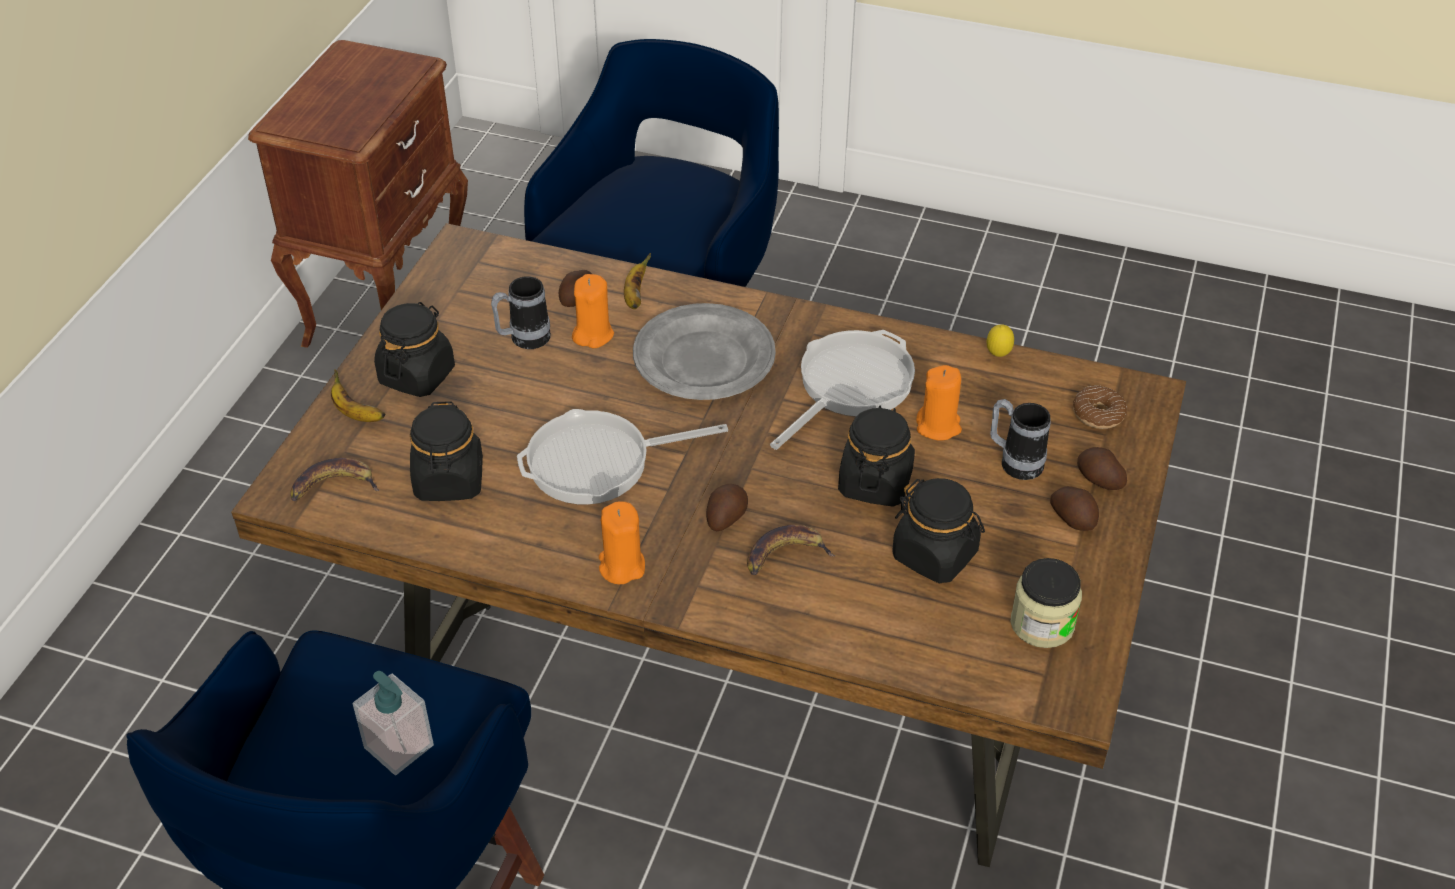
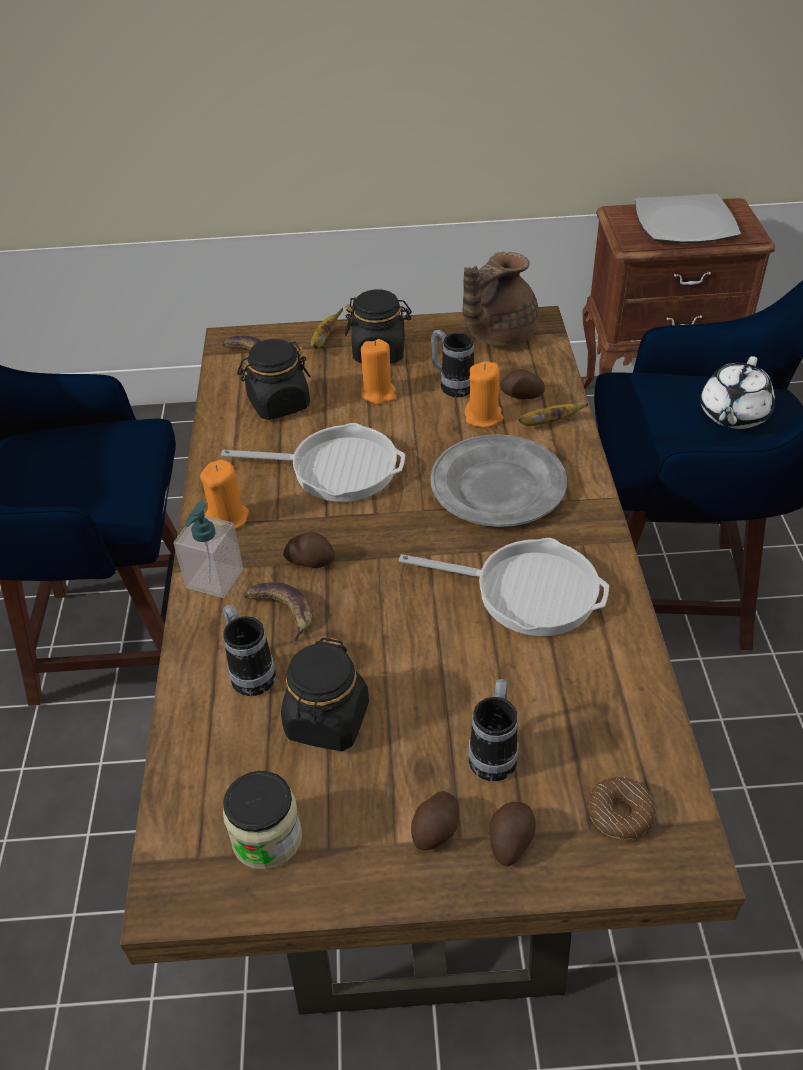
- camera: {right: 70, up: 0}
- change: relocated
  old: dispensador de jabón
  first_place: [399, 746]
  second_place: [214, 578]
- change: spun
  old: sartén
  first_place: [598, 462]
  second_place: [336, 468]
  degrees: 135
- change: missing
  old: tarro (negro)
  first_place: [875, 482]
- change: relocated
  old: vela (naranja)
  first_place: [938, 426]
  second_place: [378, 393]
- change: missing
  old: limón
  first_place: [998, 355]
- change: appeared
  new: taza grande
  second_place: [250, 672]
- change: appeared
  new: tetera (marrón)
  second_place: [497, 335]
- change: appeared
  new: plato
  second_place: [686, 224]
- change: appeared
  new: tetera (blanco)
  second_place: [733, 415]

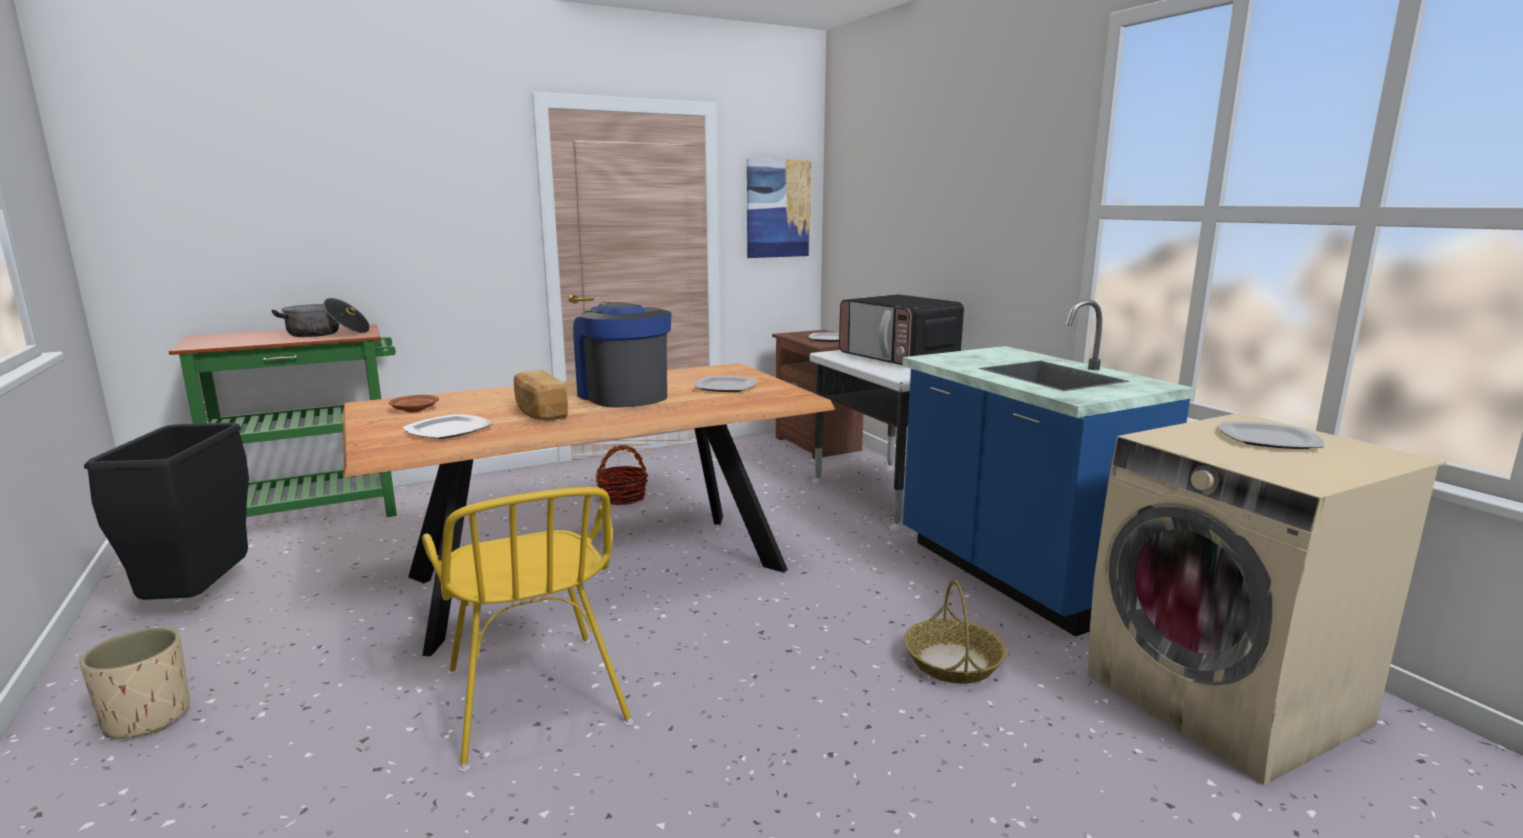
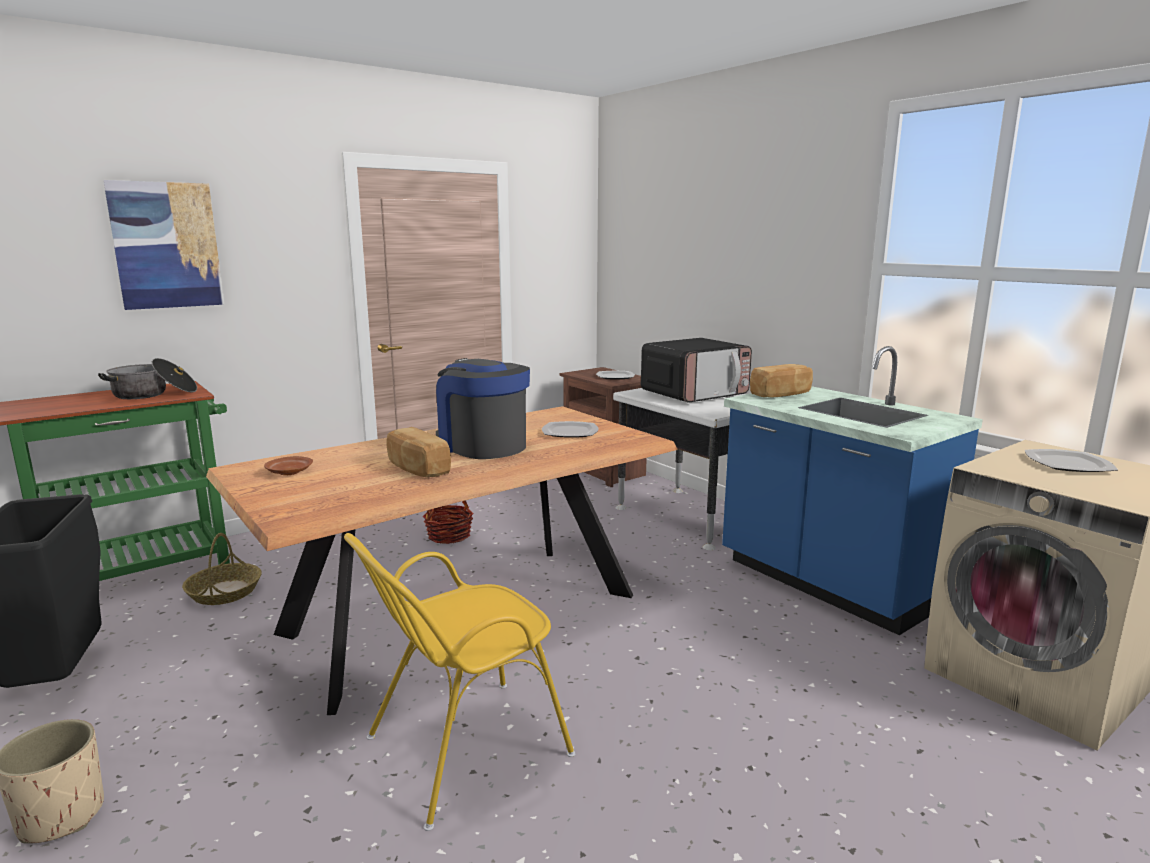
- camera: {right: -10, up: 0}
- change: missing
  old: plato
  first_place: [447, 430]
- change: spun
  old: silla (amarillo)
  first_place: [536, 702]
  second_place: [461, 750]
  degrees: 90
- change: relocated
  old: cuadro
  first_place: [778, 208]
  second_place: [166, 245]
- change: spun
  old: microondas
  first_place: [899, 357]
  second_place: [694, 394]
  degrees: -75
- change: relocated
  old: cesta
  first_place: [953, 662]
  second_place: [224, 592]
- change: appeared
  new: pan
  second_place: [781, 394]

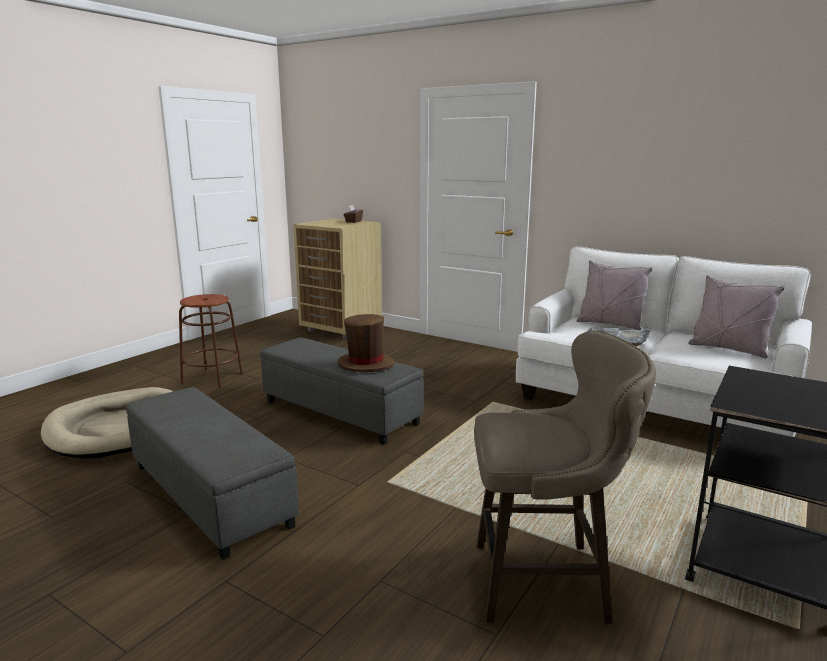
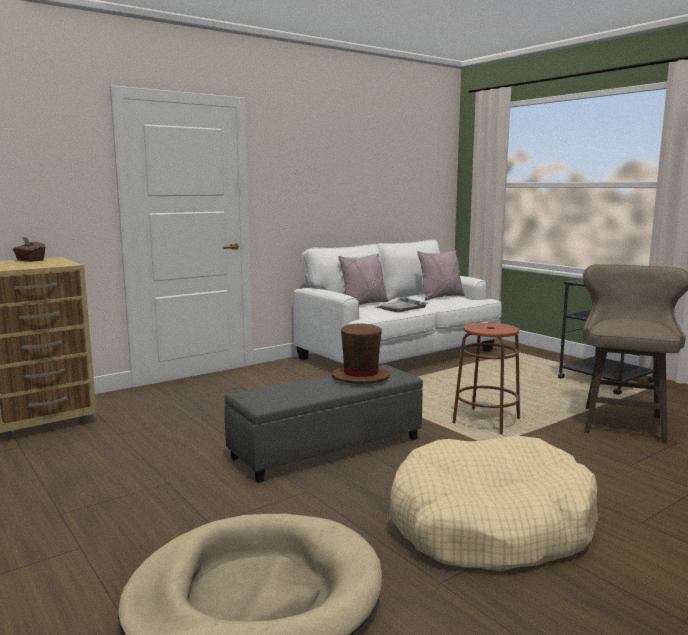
- camera: {right: -70, up: -5}
- change: exchanged
  old: puf (gris)
  new: cama para perro (beis)
  first_place: [211, 494]
  second_place: [489, 525]
- change: relocated
  old: taburete (marrón)
  first_place: [212, 378]
  second_place: [486, 421]

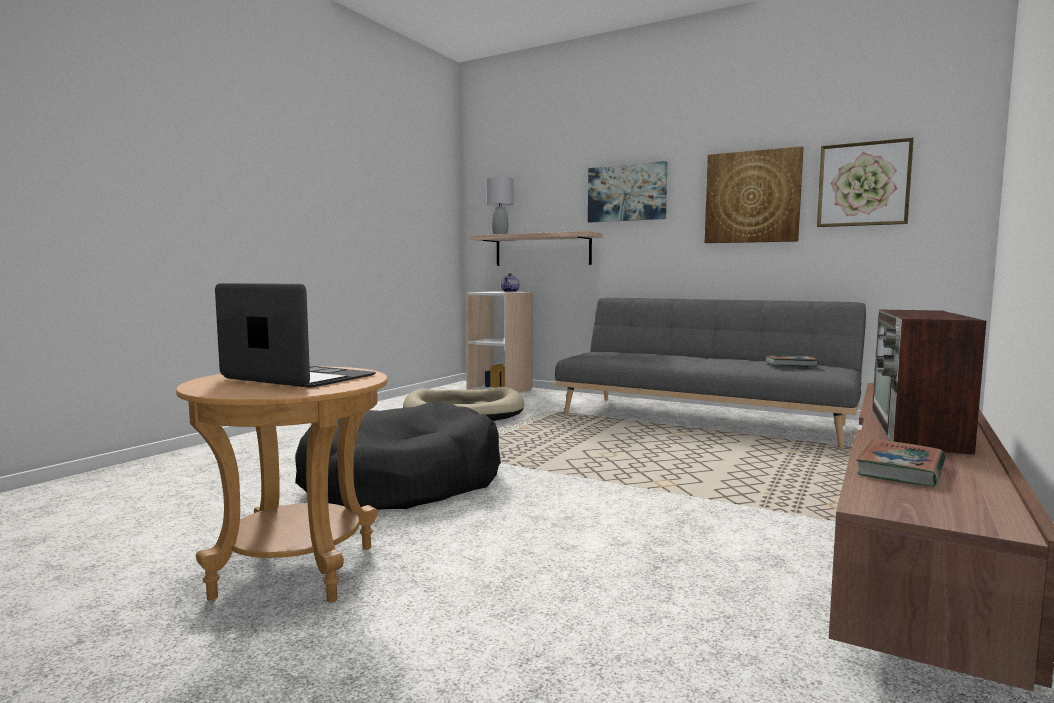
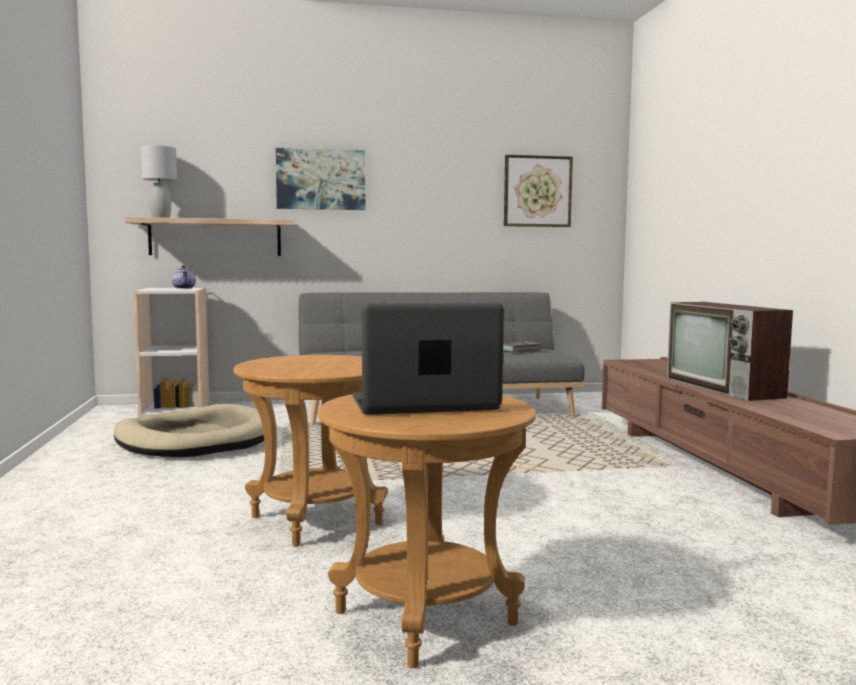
- camera: {right: -40, up: 0}
- change: exchanged
  old: cama para perro (negro)
  new: mesa auxiliar (marrón)
  first_place: [402, 482]
  second_place: [316, 520]
- change: missing
  old: cuadro
  first_place: [752, 197]
- change: missing
  old: libro
  first_place: [901, 469]

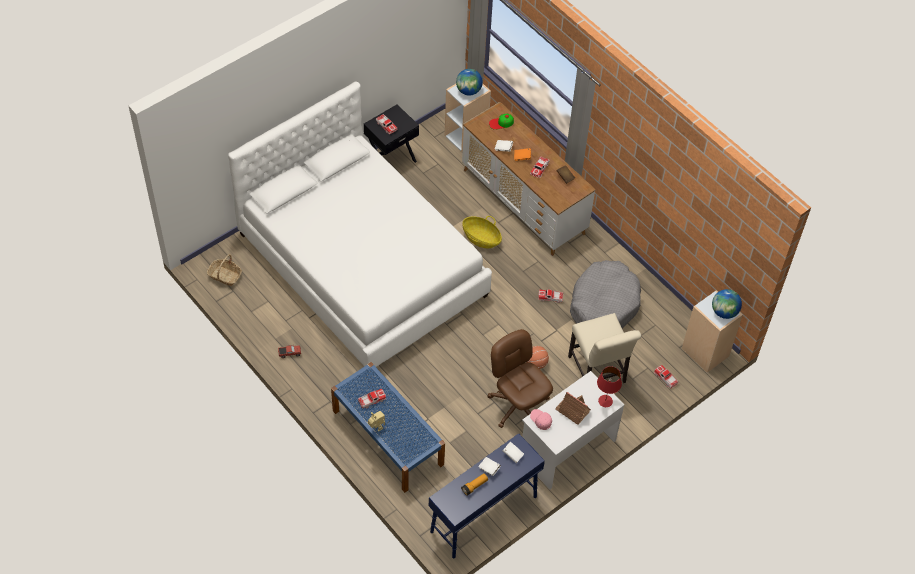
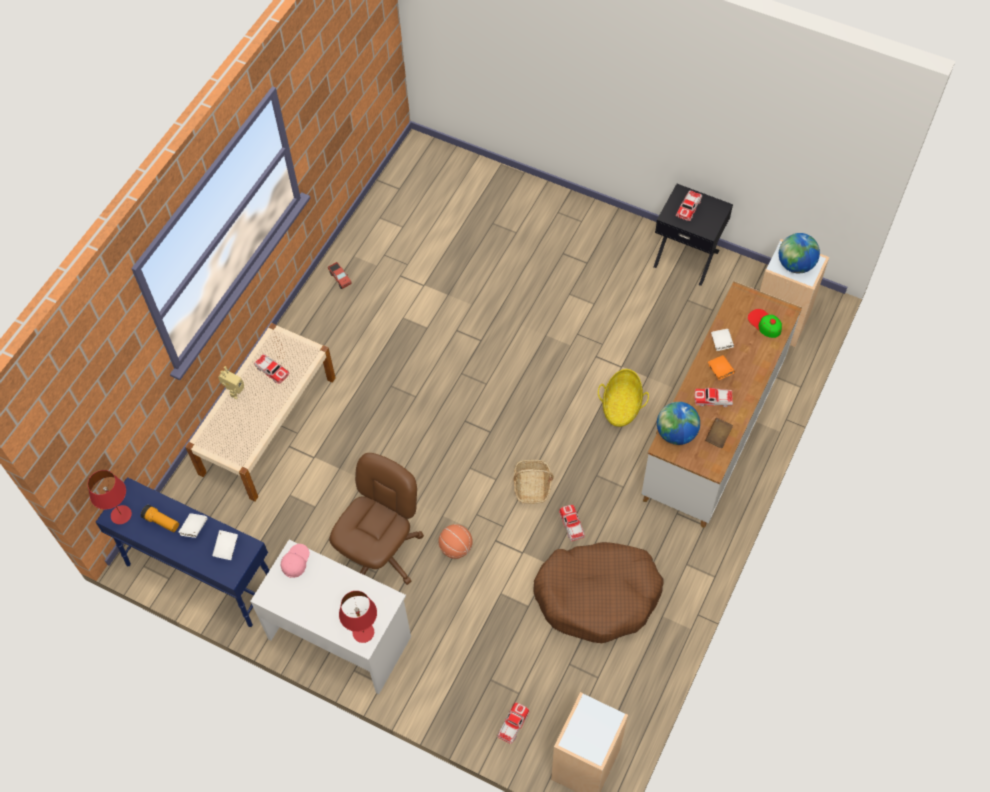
- camera: {right: 70, up: 5}
- change: relocated
  old: cesta
  first_place: [225, 275]
  second_place: [532, 486]
- change: missing
  old: cama (blanco)
  first_place: [362, 264]
- change: colour
  old: banco (azul)
  new: banco (beis)
  first_place: [387, 438]
  second_place: [267, 425]
- change: missing
  old: casita
  first_place: [572, 411]
- change: missing
  old: silla (beis)
  first_place: [598, 373]
- change: colour
  old: cama para perro (gris)
  new: cama para perro (marrón)
  first_place: [604, 304]
  second_place: [597, 596]
- change: relocated
  old: globo terráqueo
  first_place: [724, 312]
  second_place: [676, 433]
- change: appeared
  new: lámpara de mesa (rojo)
  second_place: [121, 515]

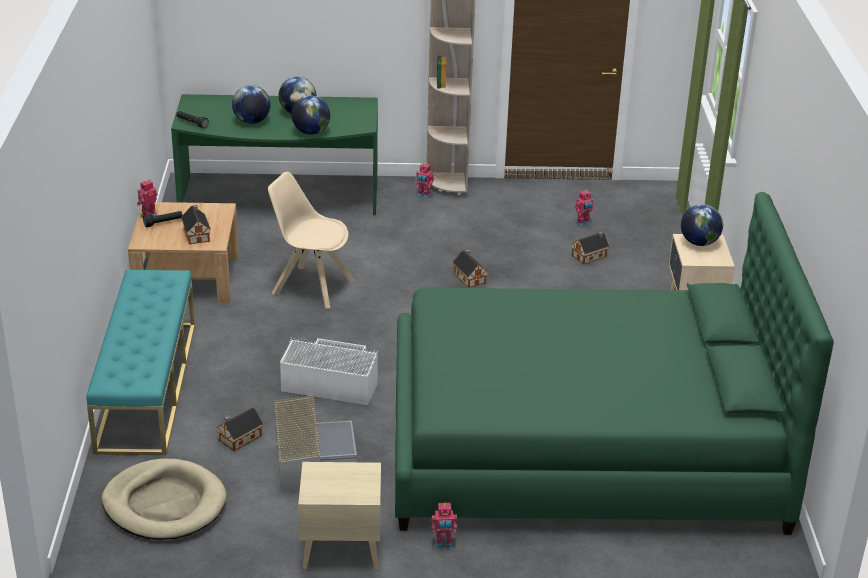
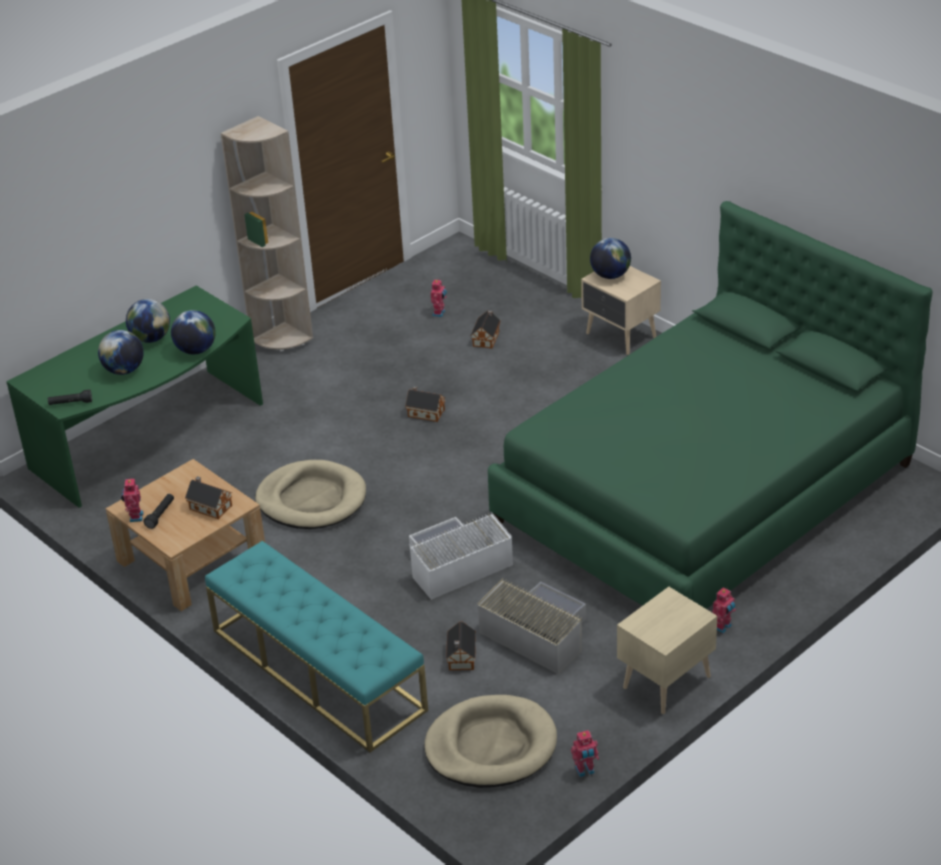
- camera: {right: -40, up: 5}
- change: exchanged
  old: silla (beis)
  new: cama para perro (beis)
  first_place: [311, 286]
  second_place: [311, 499]
- change: relocated
  old: robot de juguete
  first_place: [423, 196]
  second_place: [585, 771]

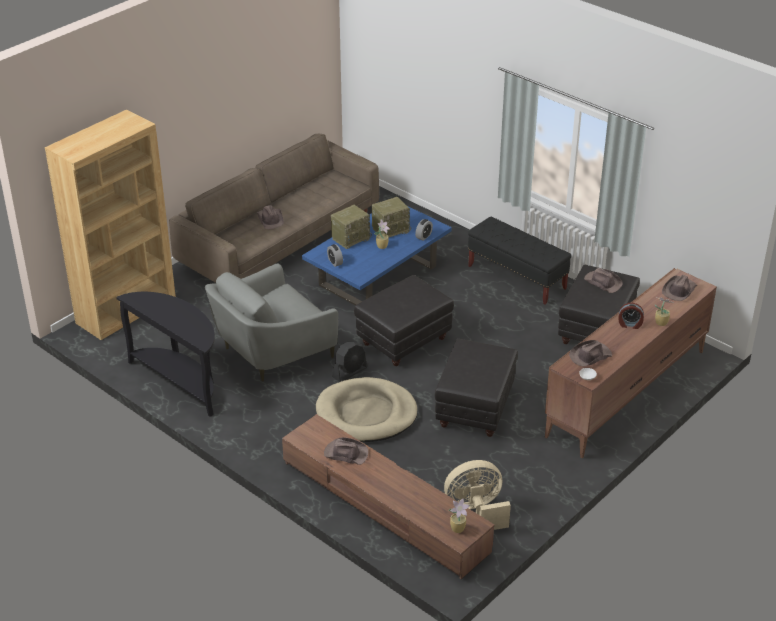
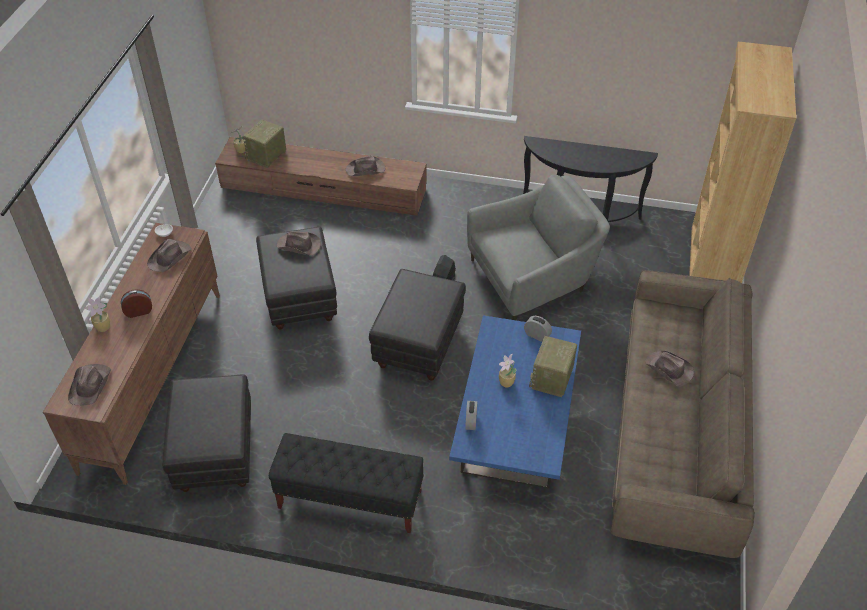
- camera: {right: 150, up: 10}
- change: spun
  old: sillón (gris)
  first_place: [272, 351]
  second_place: [532, 279]
  degrees: 45
- change: missing
  old: cama para perro (beis)
  first_place: [366, 414]
- change: relocated
  old: radio
  first_place: [391, 229]
  second_place: [266, 156]
- change: missing
  old: ventilador (beis)
  first_place: [476, 511]
- change: relocated
  old: sombrero (marrón)
  first_place: [602, 282]
  second_place: [299, 246]

